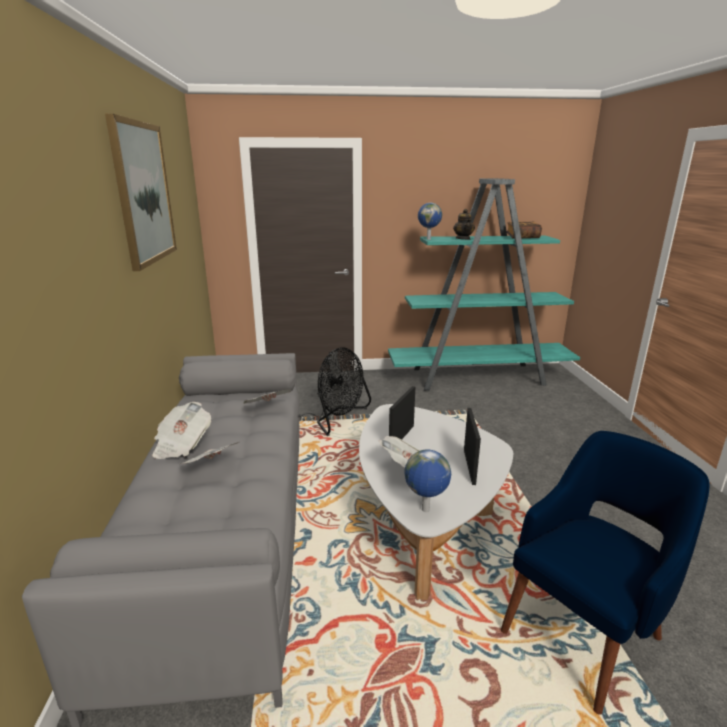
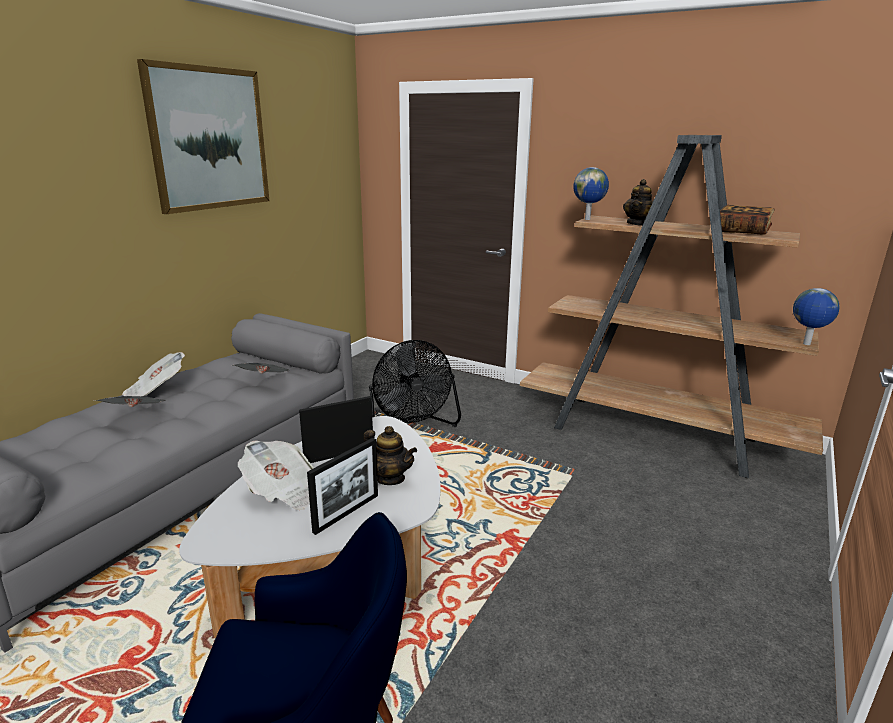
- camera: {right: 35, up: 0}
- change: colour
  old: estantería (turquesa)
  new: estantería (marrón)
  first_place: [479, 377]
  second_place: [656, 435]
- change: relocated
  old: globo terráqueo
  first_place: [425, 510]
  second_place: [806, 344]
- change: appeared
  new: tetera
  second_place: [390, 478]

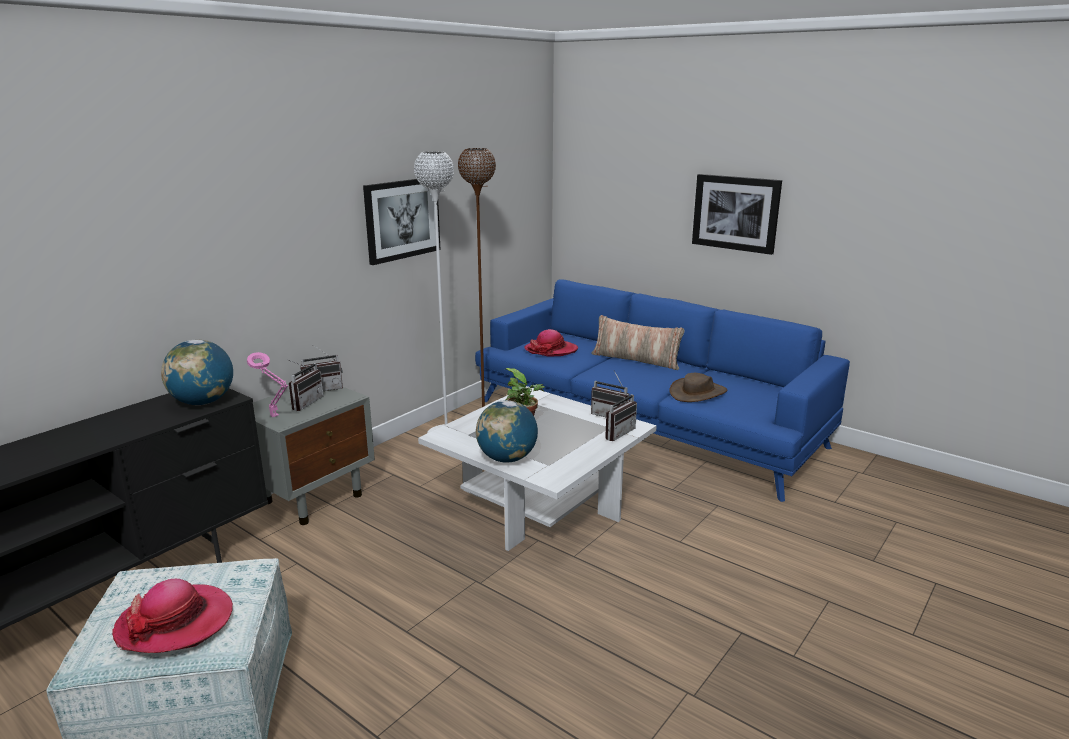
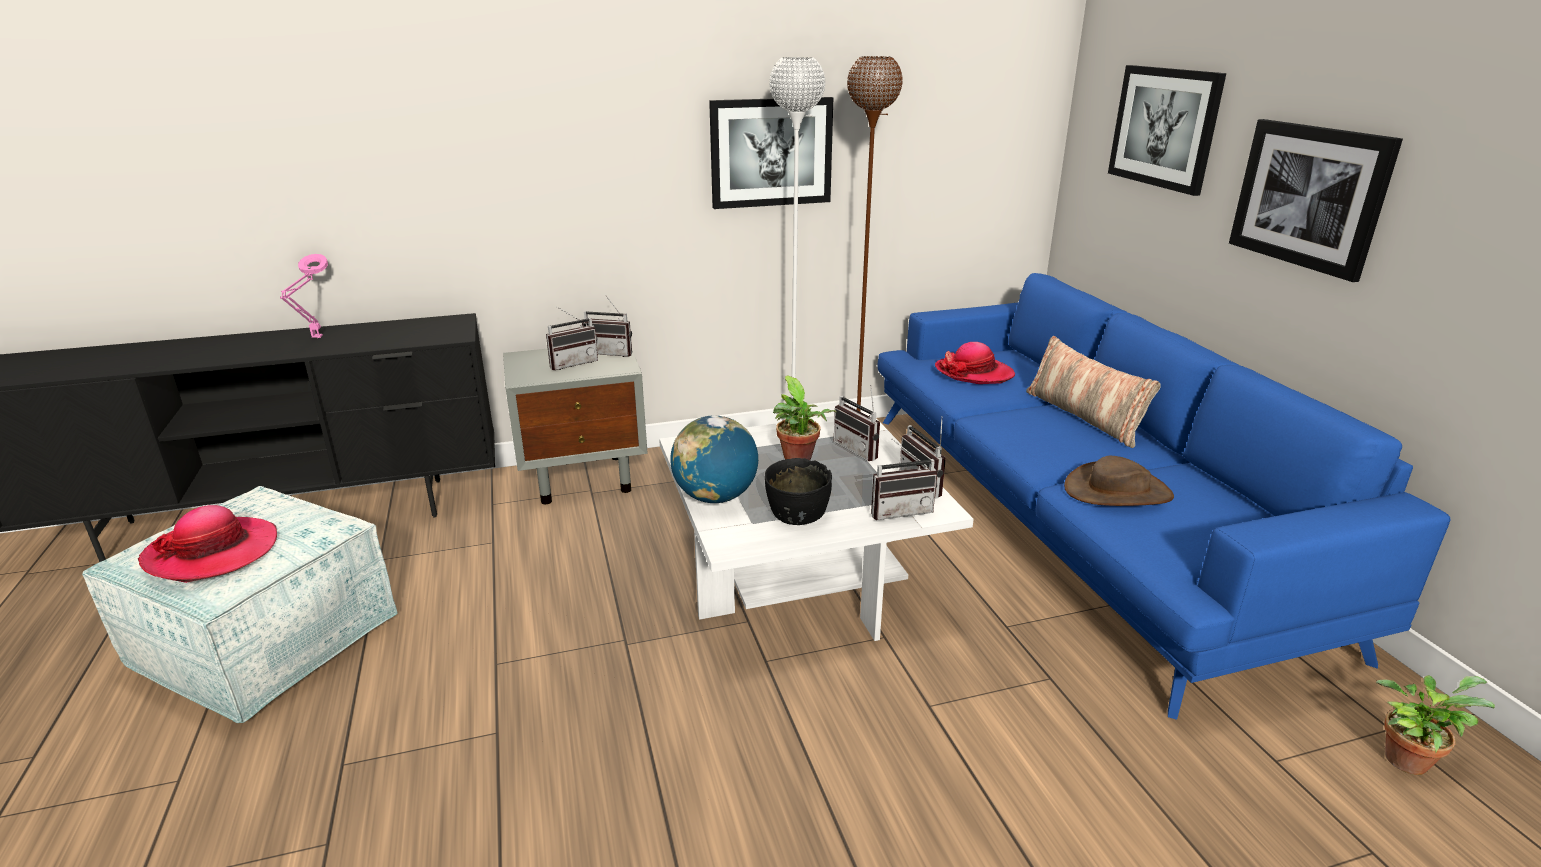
- camera: {right: 35, up: 5}
- change: missing
  old: globo terráqueo
  first_place: [203, 402]
- change: relocated
  old: lámpara de mesa (rosa)
  first_place: [275, 417]
  second_place: [316, 338]
- change: appeared
  new: cuenco (negro)
  second_place: [797, 512]
- change: appeared
  new: radio
  second_place: [860, 449]
- change: appeared
  new: cuadro
  second_place: [1164, 127]
- change: appeared
  new: planta en maceta
  second_place: [1408, 758]

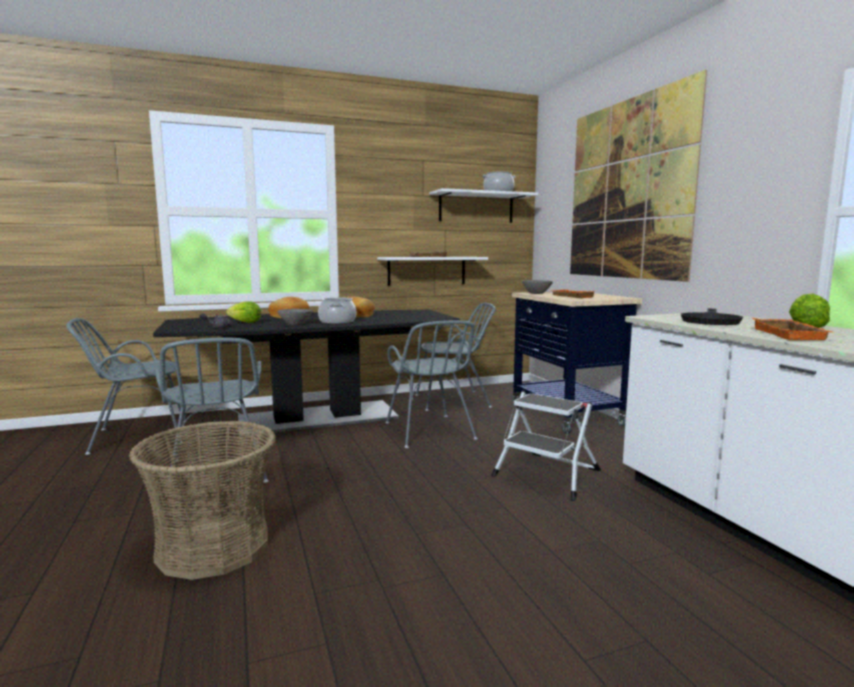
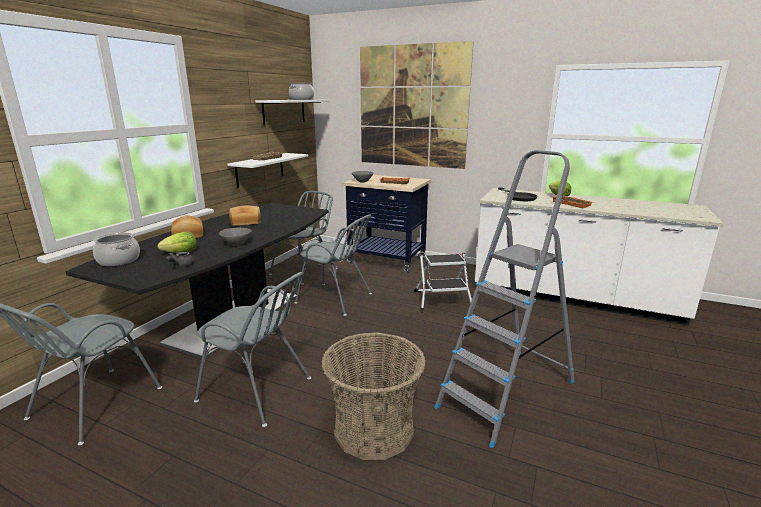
- camera: {right: -45, up: 10}
- change: relocated
  old: olla
  first_place: [337, 322]
  second_place: [119, 260]
- change: appeared
  new: escalera de tijera (gris)
  second_place: [507, 394]

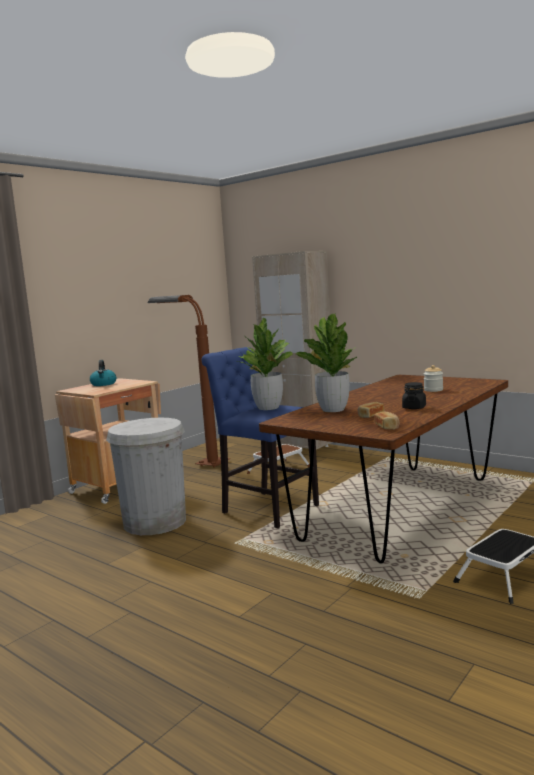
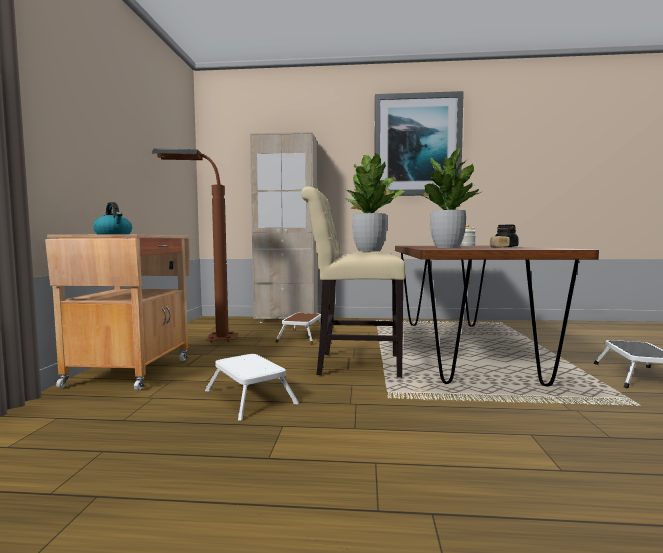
- camera: {right: -35, up: -5}
- change: exchanged
  old: papelera (blanco)
  new: escalera de tijera (blanco)
  first_place: [155, 522]
  second_place: [250, 397]
- change: colour
  old: taburete (azul)
  new: taburete (beis)
  first_place: [266, 508]
  second_place: [353, 364]
- change: missing
  old: pan
  first_place: [387, 427]
- change: appeared
  new: cuadro
  second_place: [417, 146]

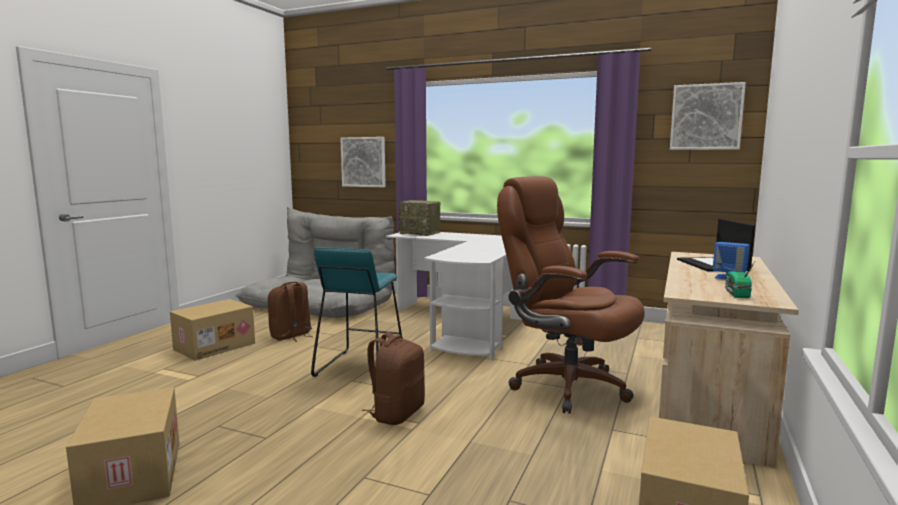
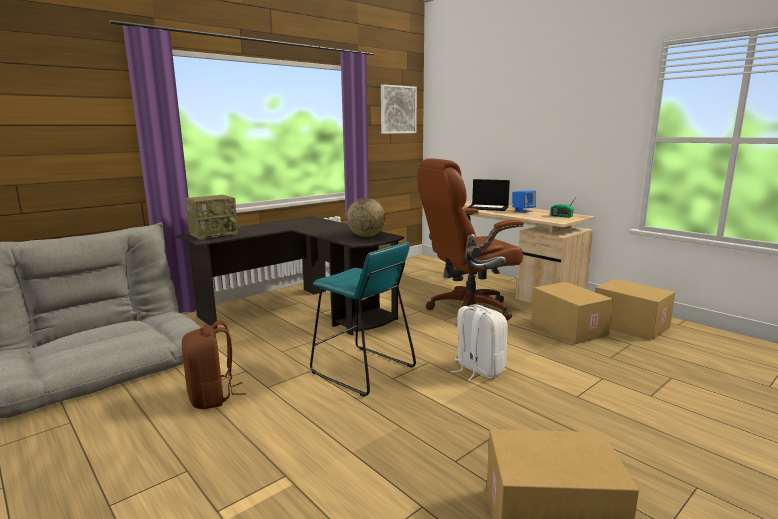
- camera: {right: -65, up: 5}
- change: relocated
  old: caja de cartón
  first_place: [214, 346]
  second_place: [567, 329]
- change: missing
  old: cuadro
  first_place: [363, 162]
- change: colour
  old: mochila (marrón)
  new: mochila (blanco)
  first_place: [396, 413]
  second_place: [478, 369]
- change: colour
  old: escritorio (blanco)
  new: escritorio (negro)
  first_place: [467, 323]
  second_place: [302, 310]
- change: appeared
  new: globo terráqueo
  second_place: [366, 236]

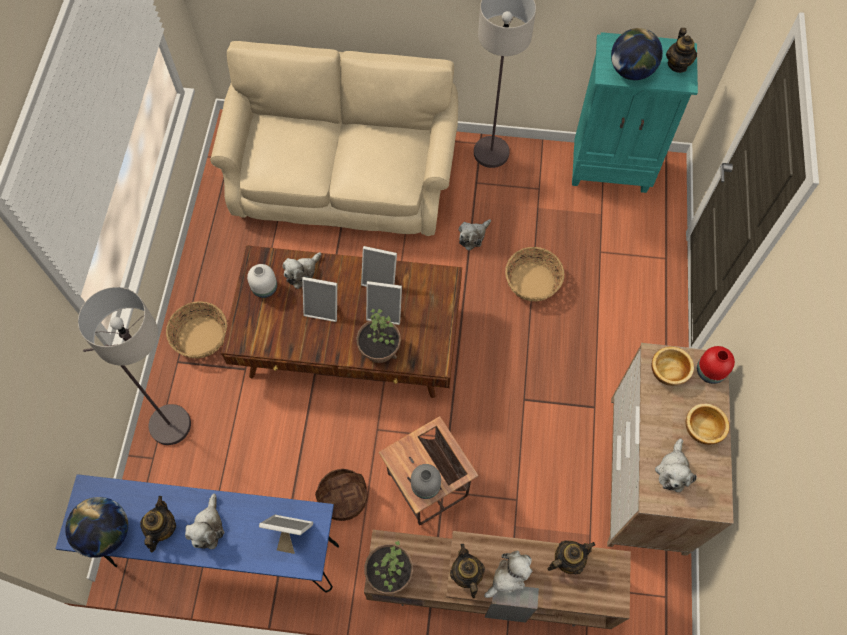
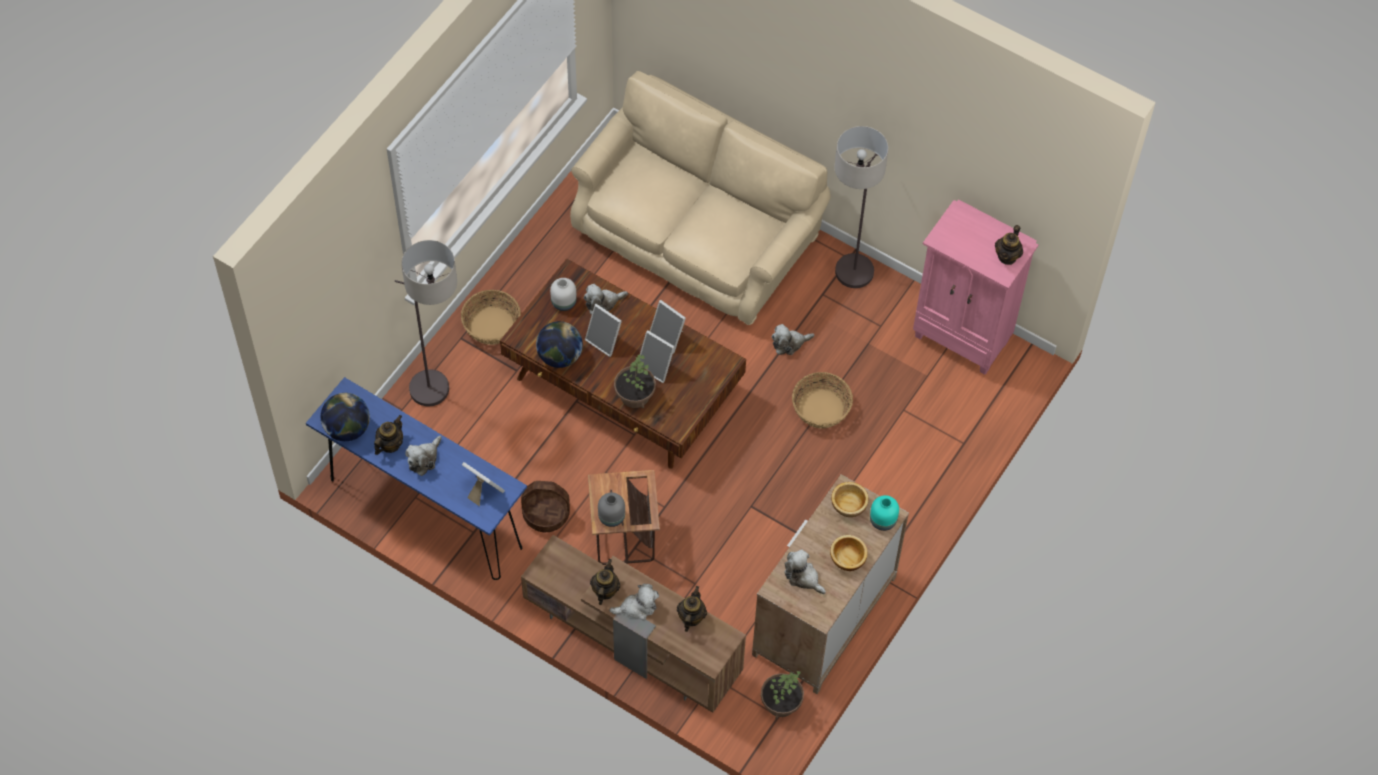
- camera: {right: 25, up: -5}
- change: relocated
  old: planta en maceta
  first_place: [389, 573]
  second_place: [780, 702]
- change: spun
  old: tetera
  first_place: [567, 560]
  second_place: [691, 617]
  degrees: -75
- change: colour
  old: armario (turquesa)
  new: armario (rosa)
  first_place: [609, 173]
  second_place: [960, 340]
- change: relocated
  old: globo terráqueo
  first_place: [631, 71]
  second_place: [559, 356]
- change: spun
  old: peluche
  first_place: [673, 470]
  second_place: [803, 577]
  degrees: 90
- change: colour
  old: florero (rojo)
  new: florero (turquesa)
  first_place: [709, 371]
  second_place: [882, 520]

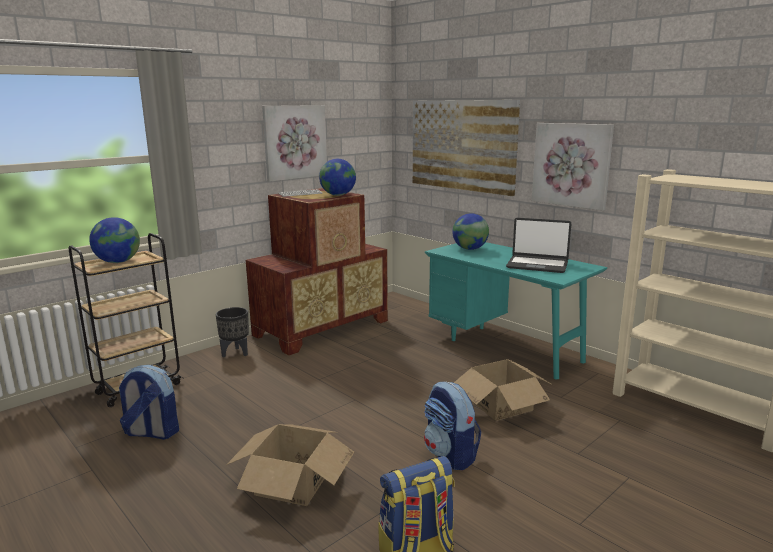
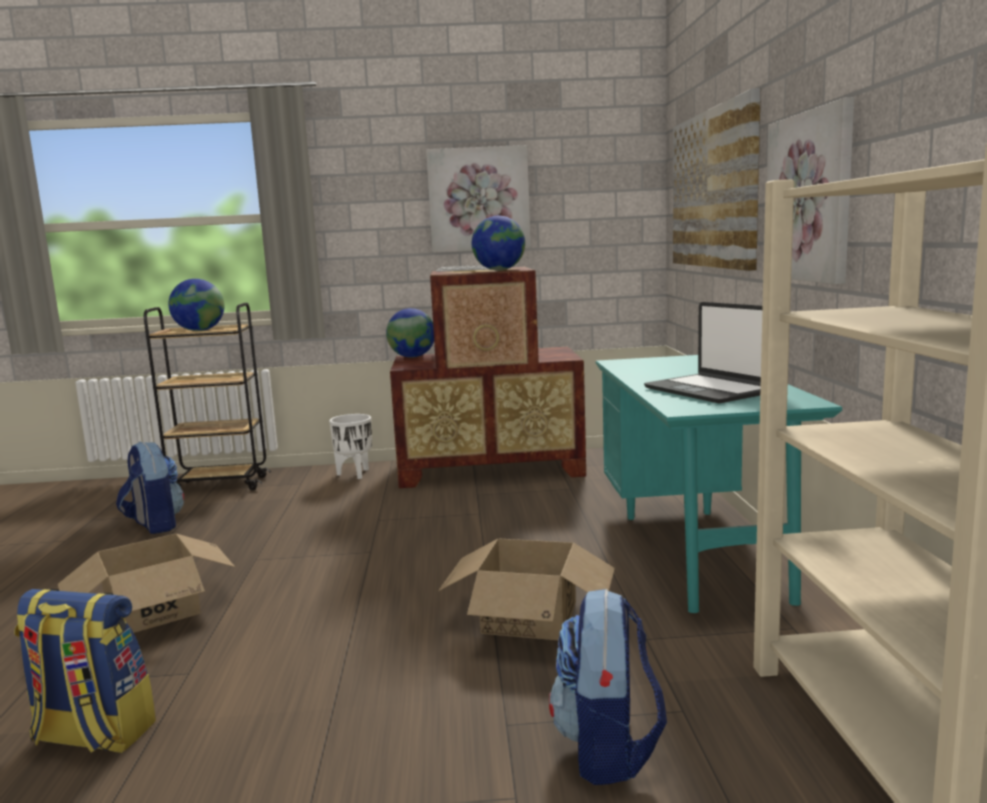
- camera: {right: 40, up: -5}
- change: colour
  old: maceta (negro)
  new: maceta (blanco)
  first_place: [235, 353]
  second_place: [355, 474]
- change: relocated
  old: mochila
  first_place: [450, 455]
  second_place: [608, 749]
- change: relocated
  old: globo terráqueo
  first_place: [470, 249]
  second_place: [412, 357]

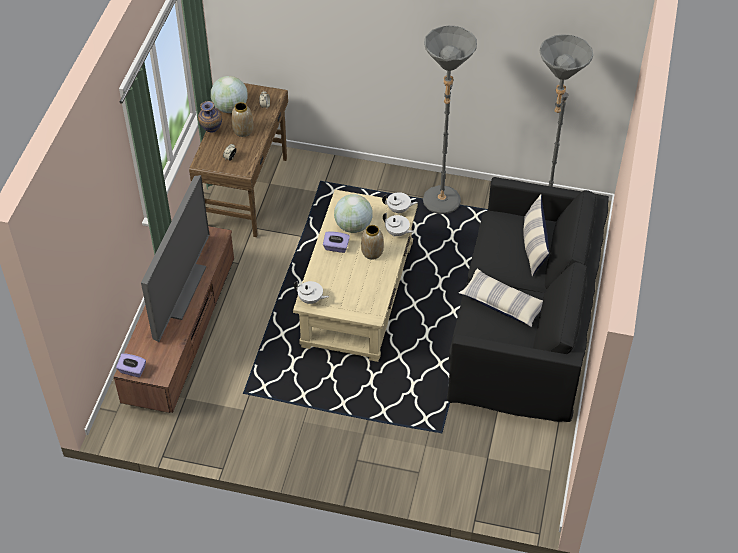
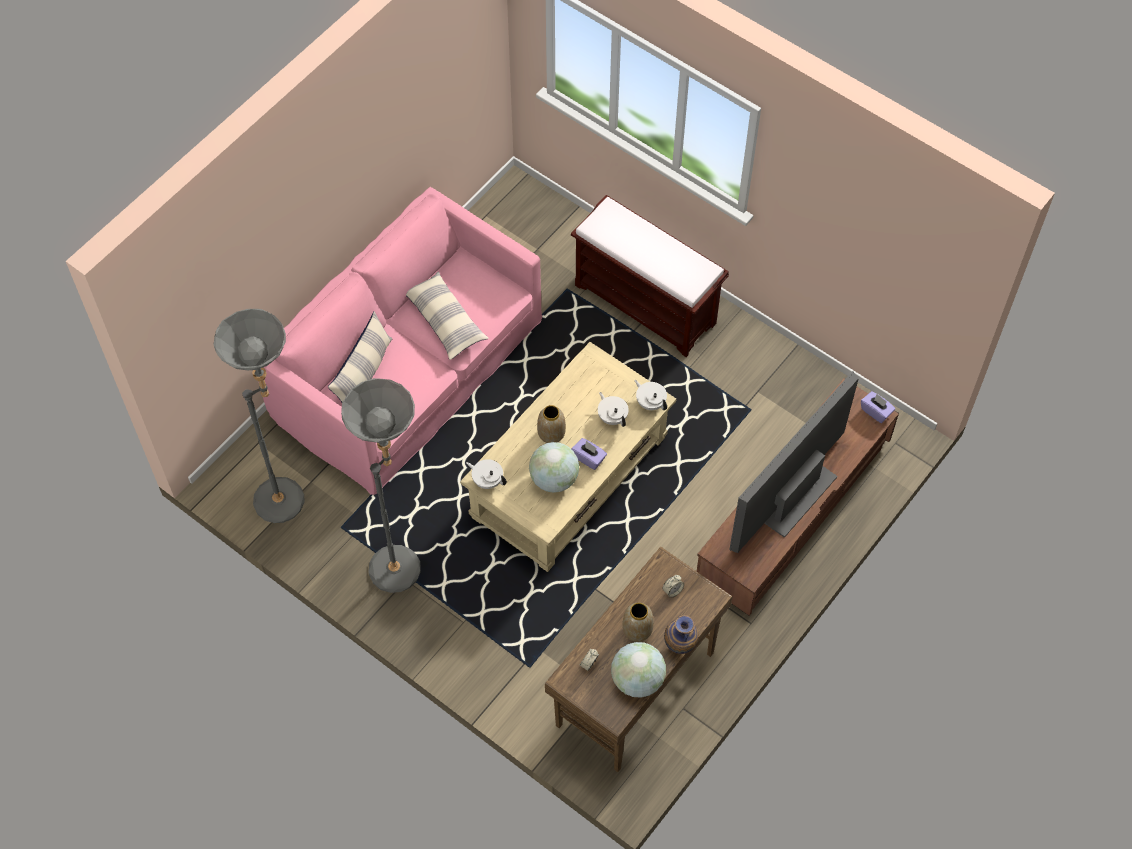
- camera: {right: -155, up: 10}
- change: relocated
  old: tetera (blanco)
  first_place: [397, 233]
  second_place: [612, 417]
- change: colour
  old: sofá (negro)
  new: sofá (rosa)
  first_place: [524, 324]
  second_place: [408, 368]
- change: appeared
  new: banco (marrón)
  second_place: [647, 304]

